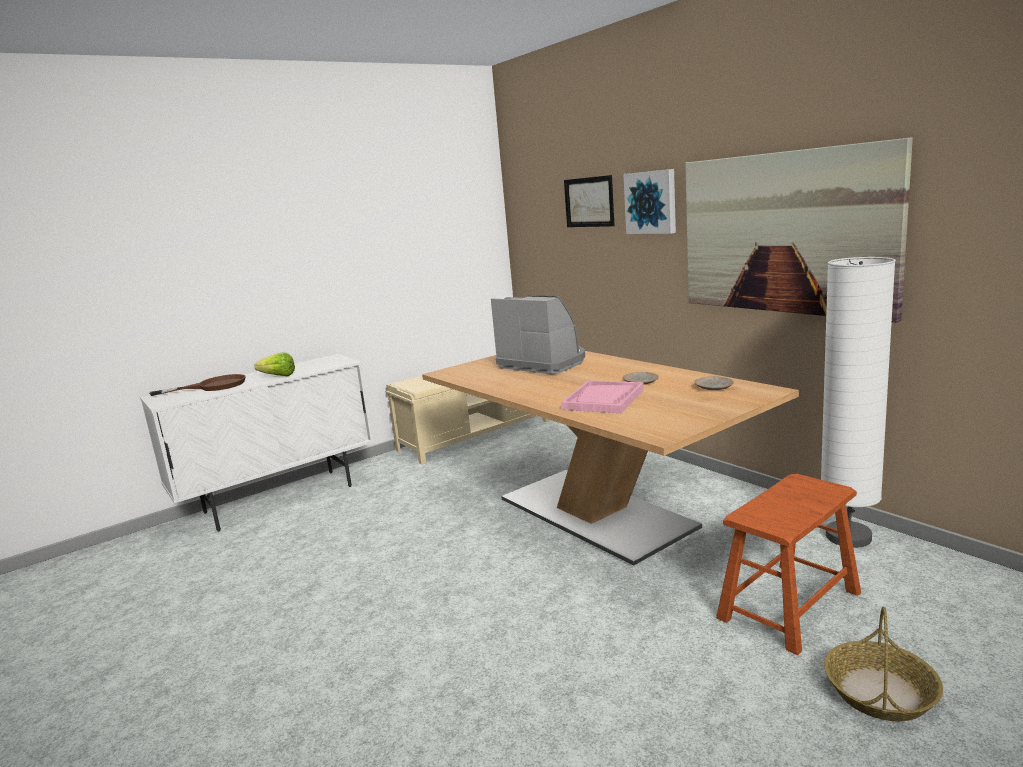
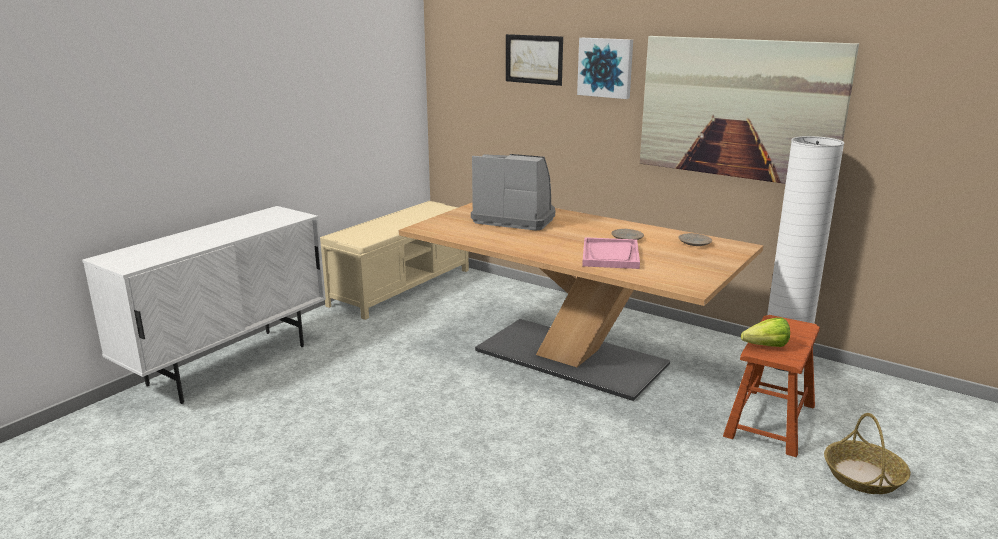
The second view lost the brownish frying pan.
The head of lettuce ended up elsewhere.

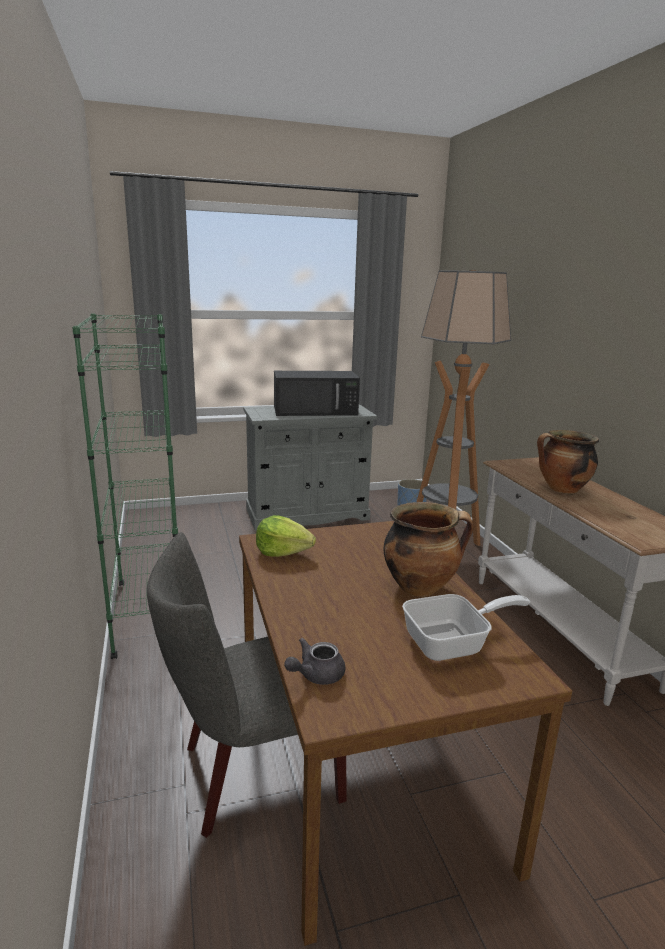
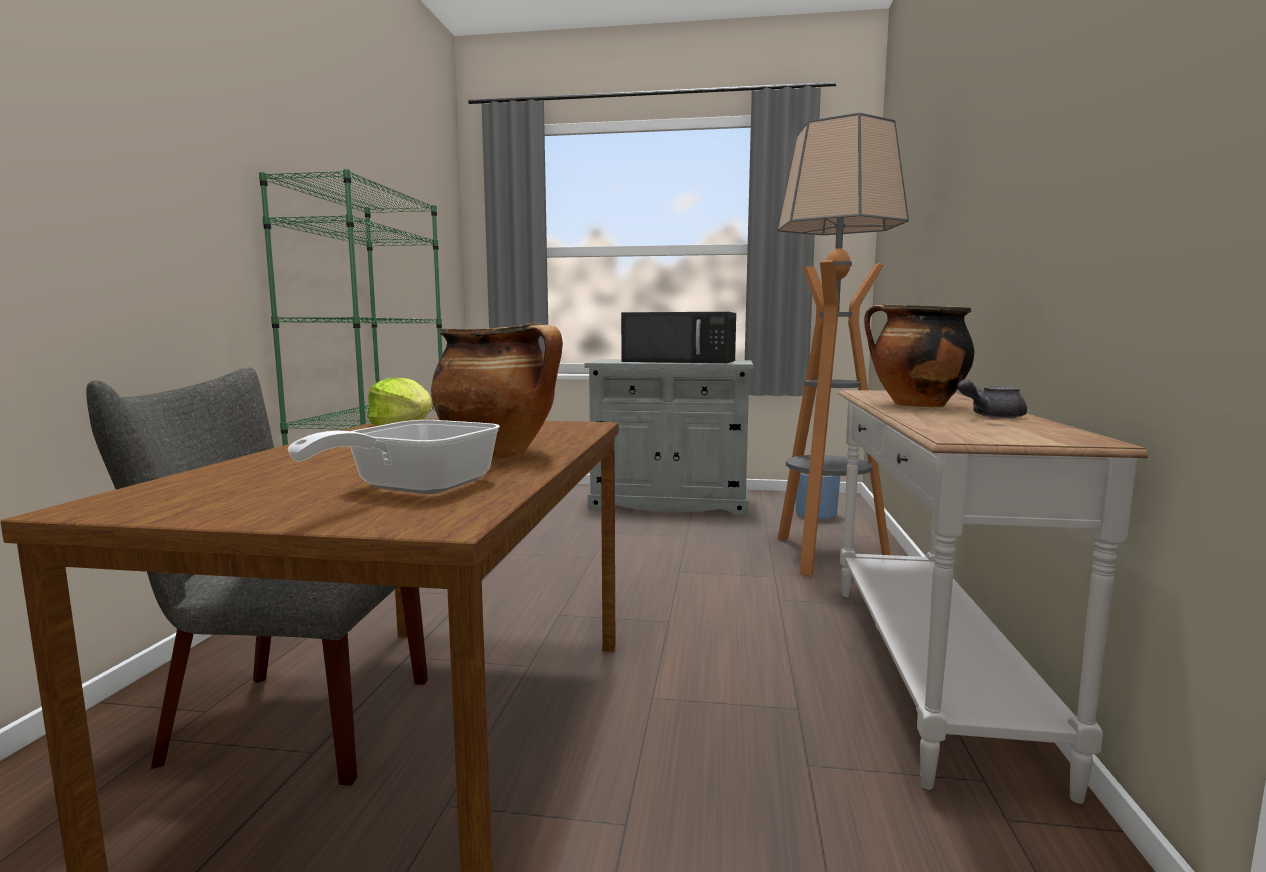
The gray teapot ended up elsewhere.
The frying pan ended up facing another way, 105 degrees clockwise from before.

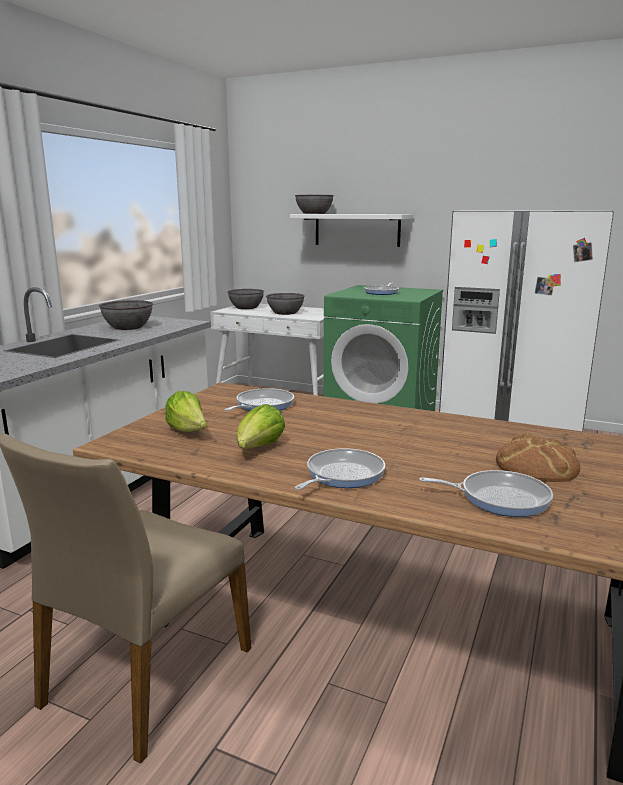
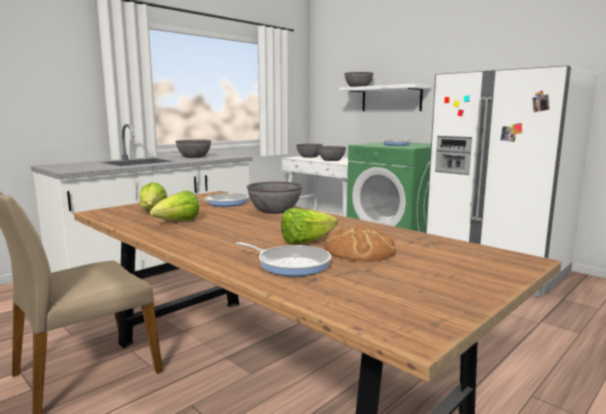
The second view lost the frying pan (no. 2 from left).
The second view gained the gray bowl (no. 2 from left).
The second view gained the head of lettuce (no. 3 from left).

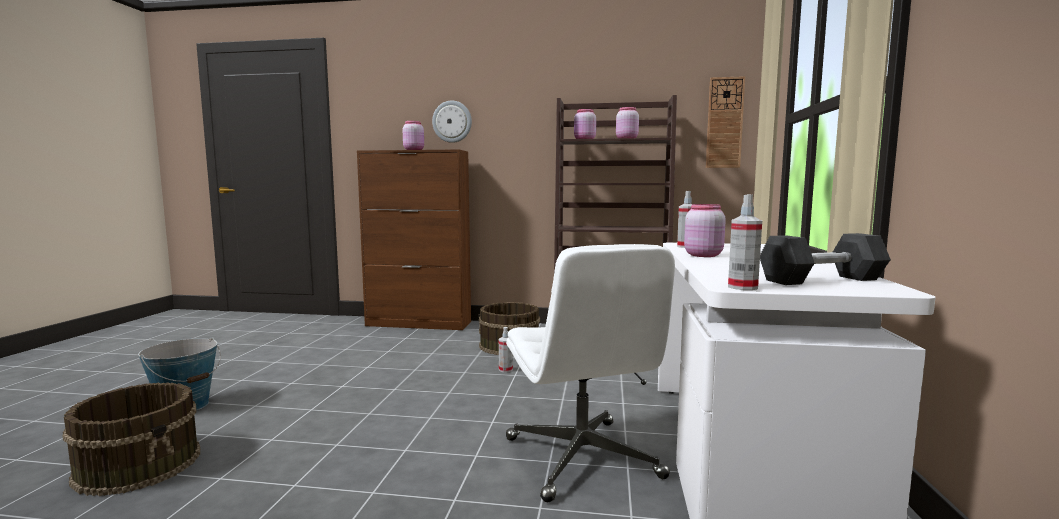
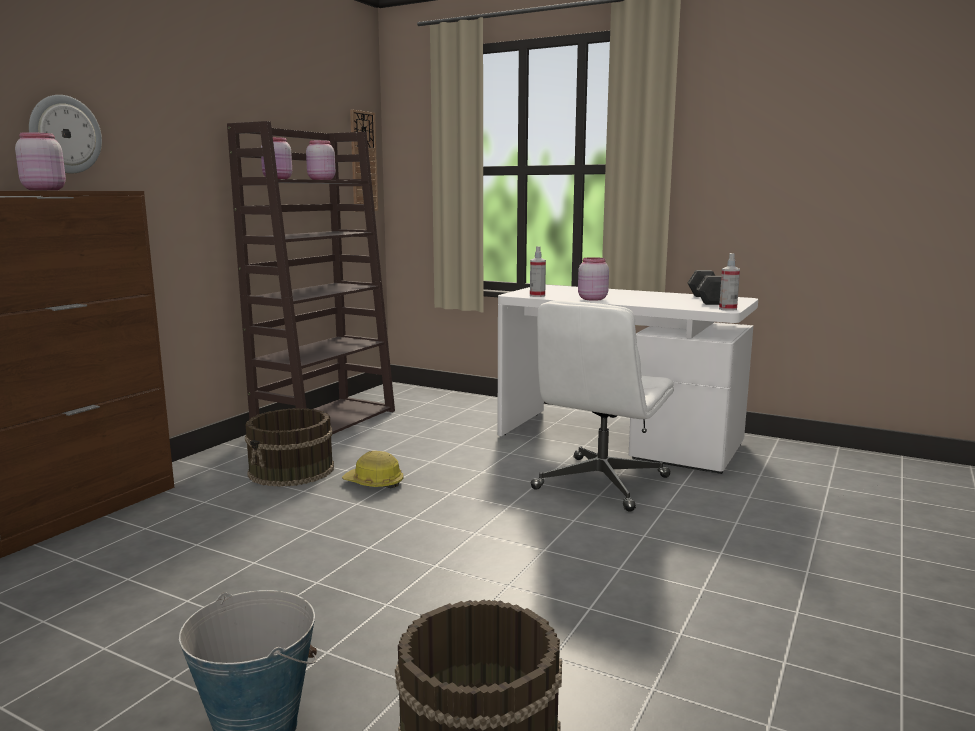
Where the hand sprayer (no. 1 from left) stood, the hard hat came to stand.
The whitish computer chair ended up facing another way, 120 degrees clockwise from before.

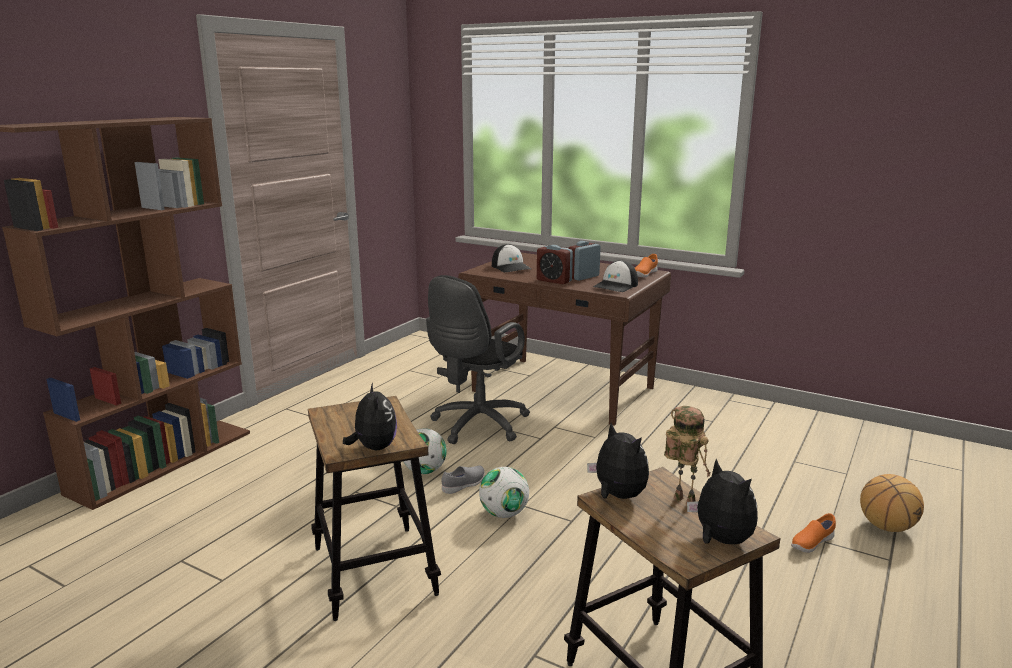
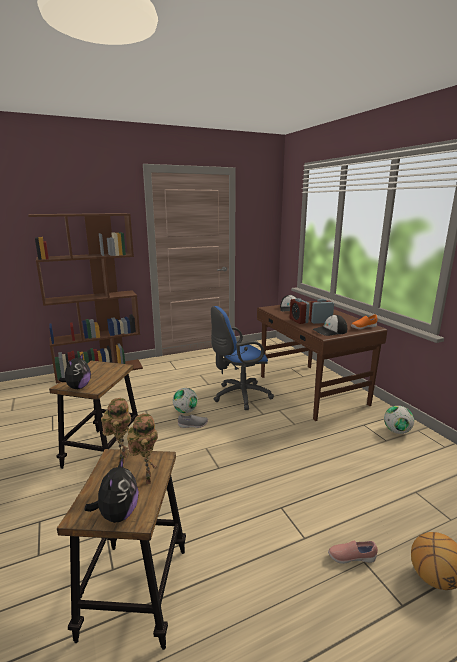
The football (no. 2 from left) ended up elsewhere.
Where the soft toy (no. 2 from left) stood, the robot figure (no. 1 from left) came to stand.
What was the blackish computer chair turned into the bluish computer chair.
What was the orange low shoe (no. 2 from left) turned into the pink low shoe.

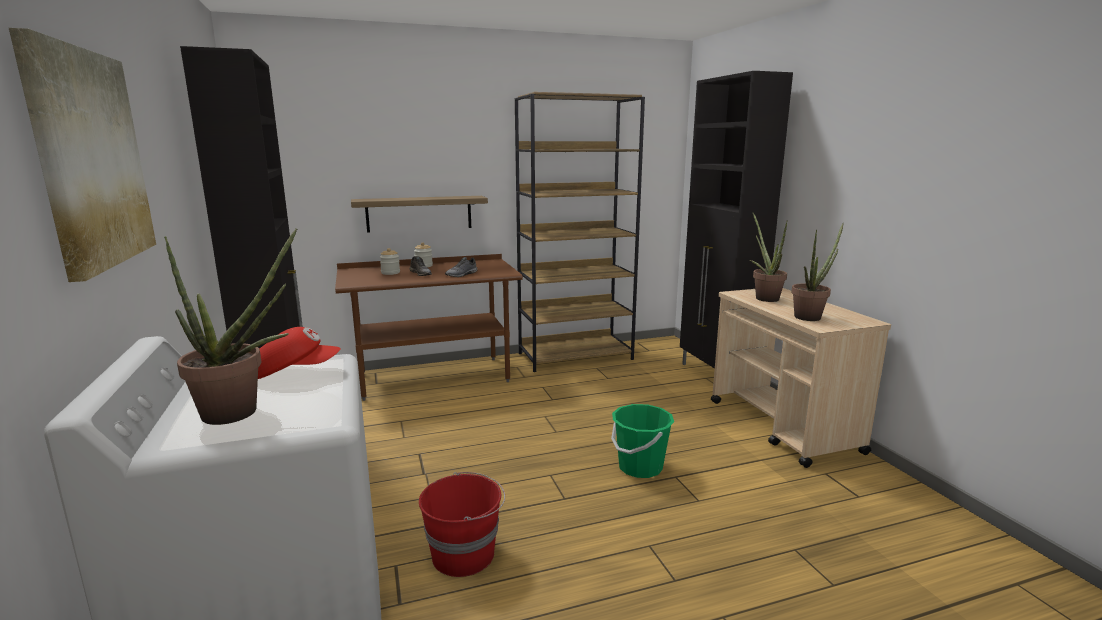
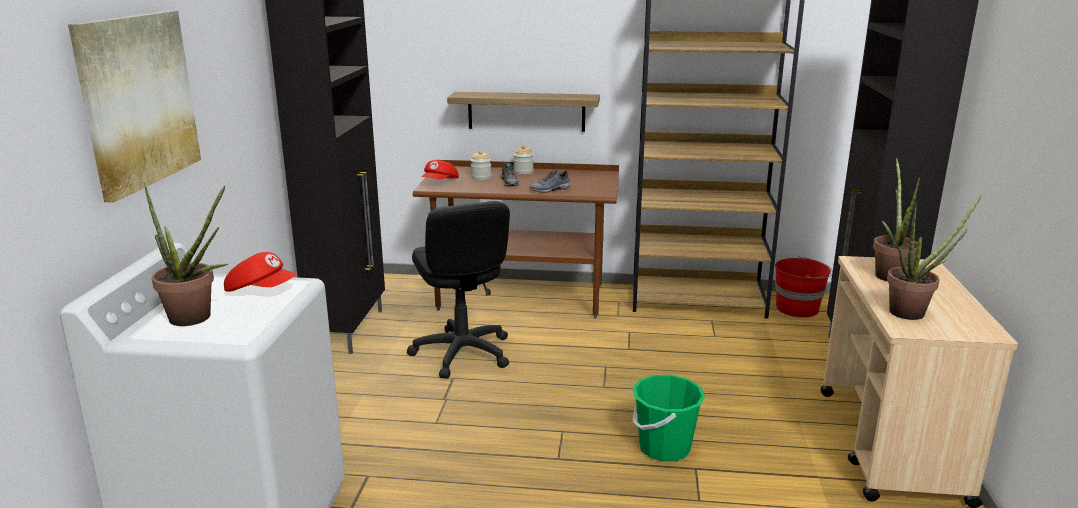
The second view gained the blackish computer chair.
The second view gained the reddish peaked cap (no. 2 from left).
The reddish pail ended up elsewhere.

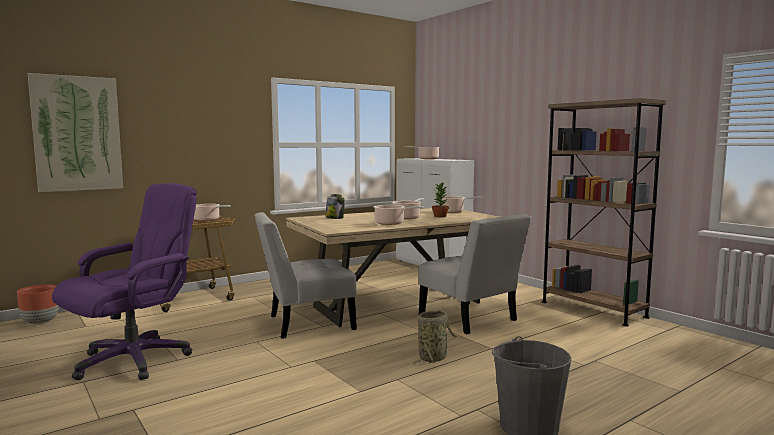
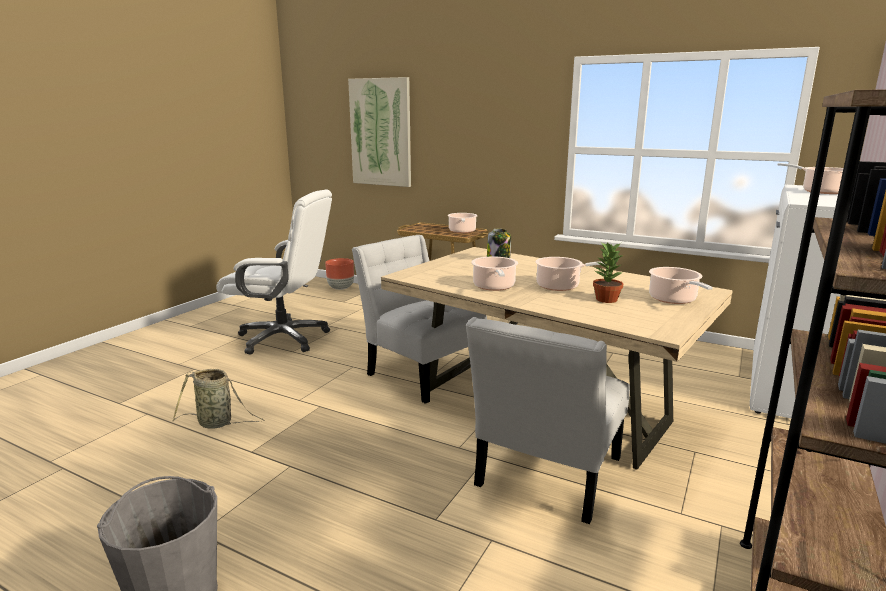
The basket ended up elsewhere.
What was the purple-coloured computer chair turned into the whitish computer chair.

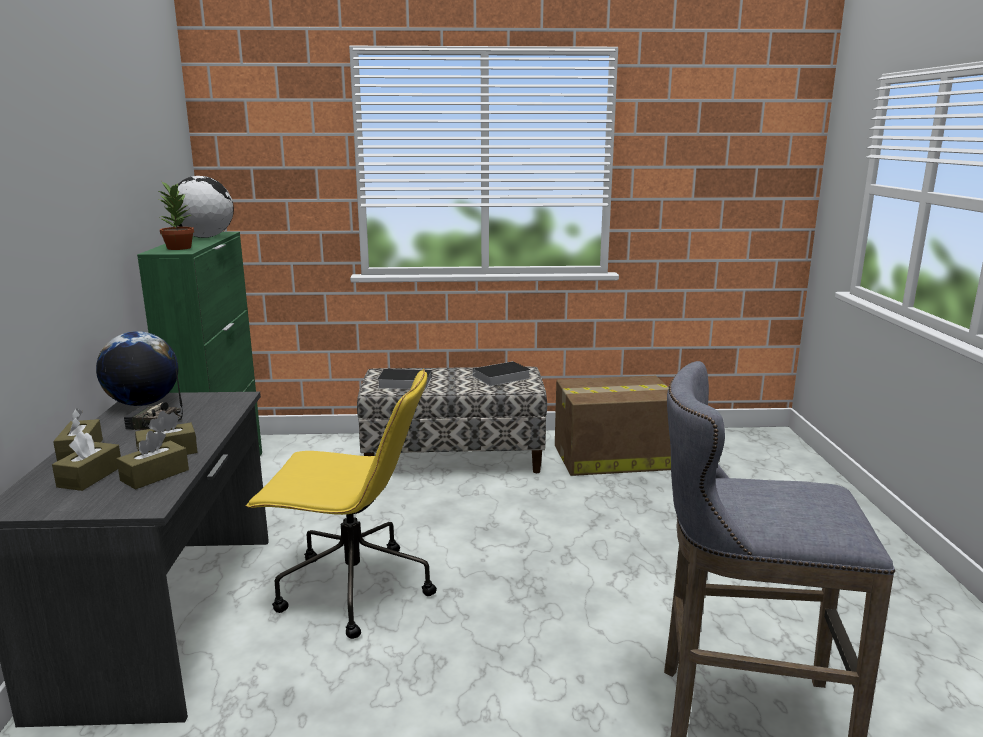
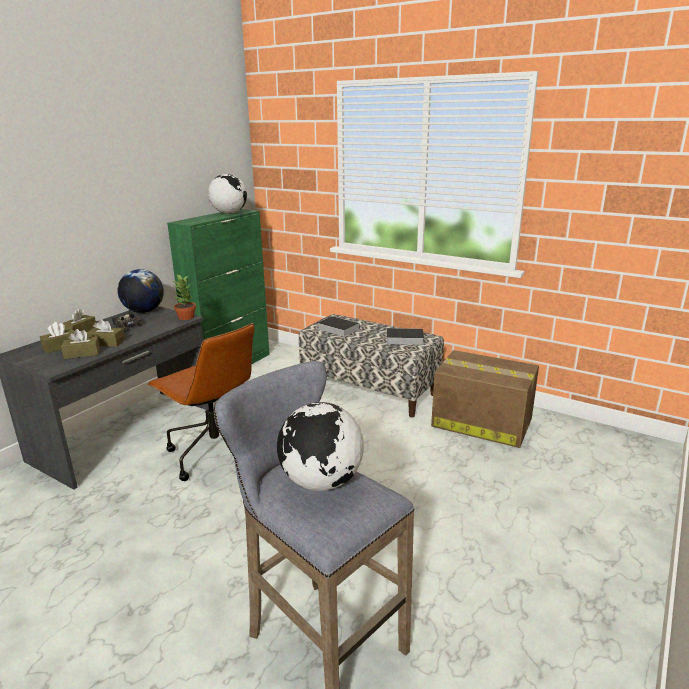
The second view gained the desk globe (no. 3 from left).
The houseplant ended up elsewhere.
What was the yellow computer chair turned into the brownish computer chair.

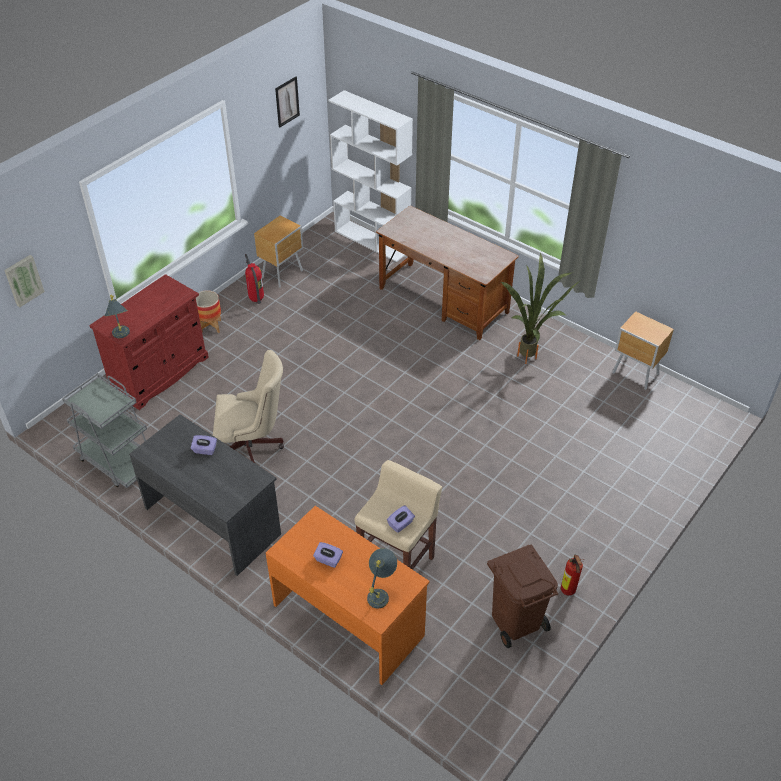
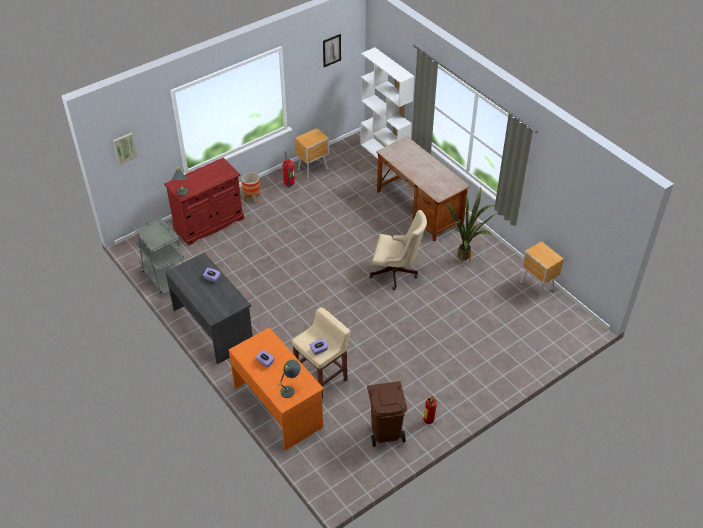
The beige computer chair ended up elsewhere.

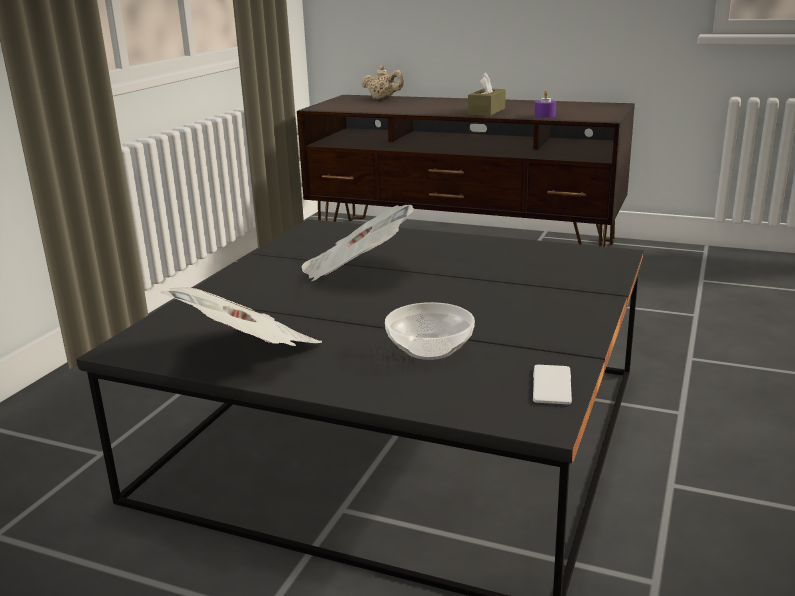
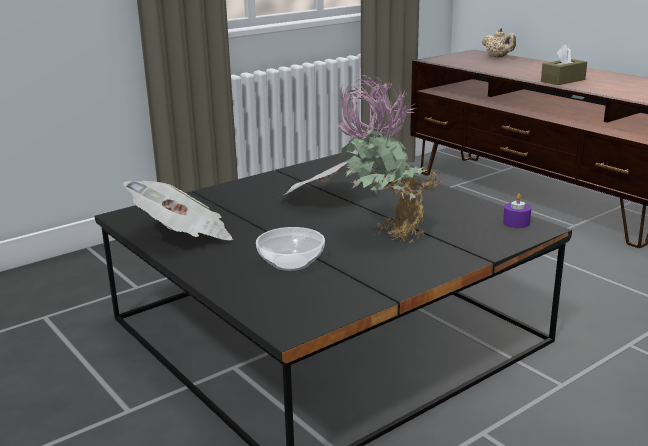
The second view lost the phone.
The second view gained the houseplant.
The purple-coloured wax light ended up elsewhere.

